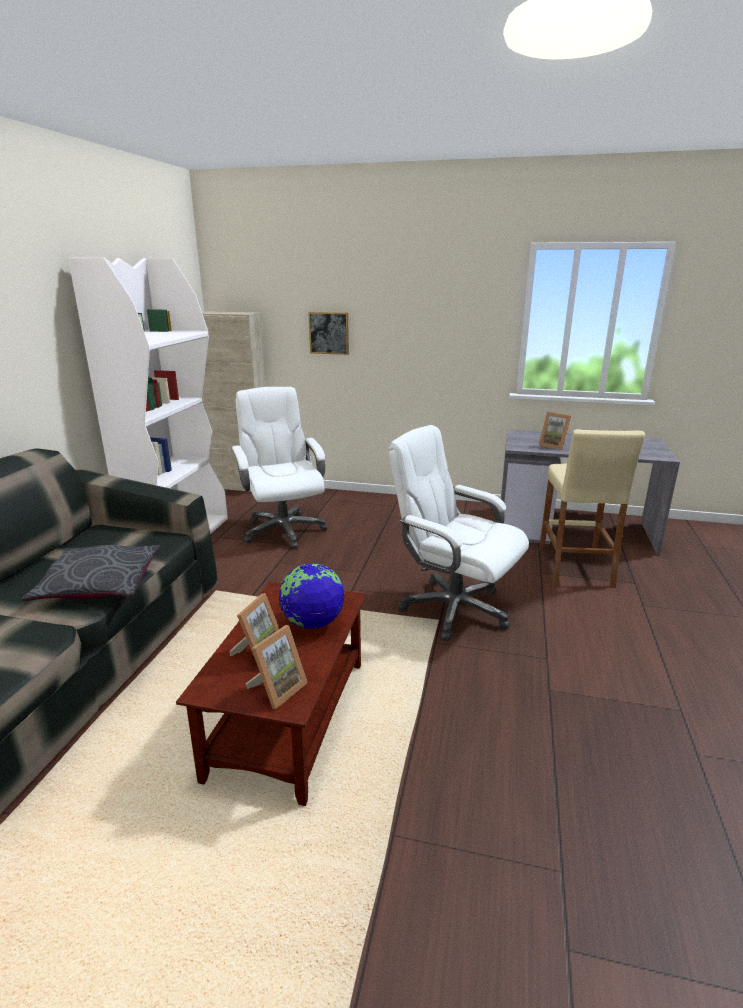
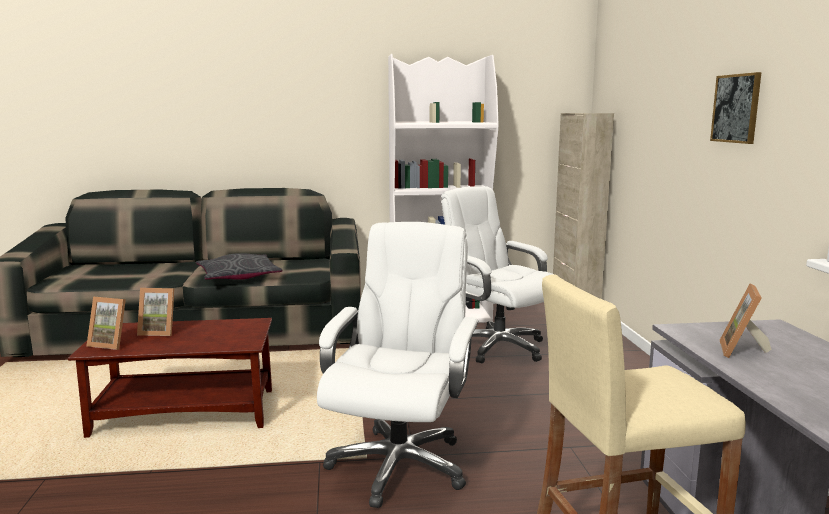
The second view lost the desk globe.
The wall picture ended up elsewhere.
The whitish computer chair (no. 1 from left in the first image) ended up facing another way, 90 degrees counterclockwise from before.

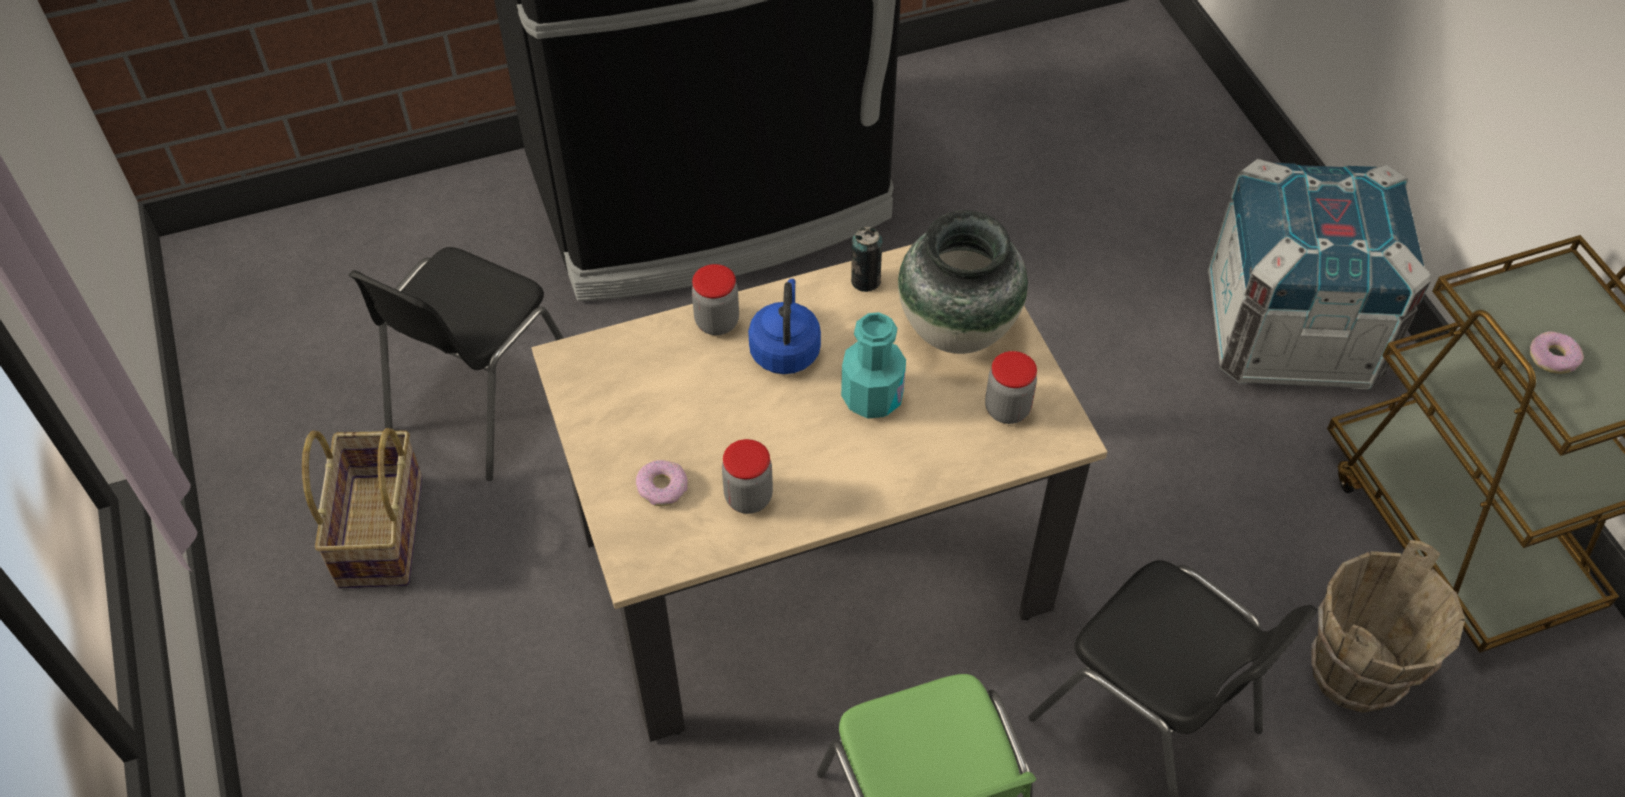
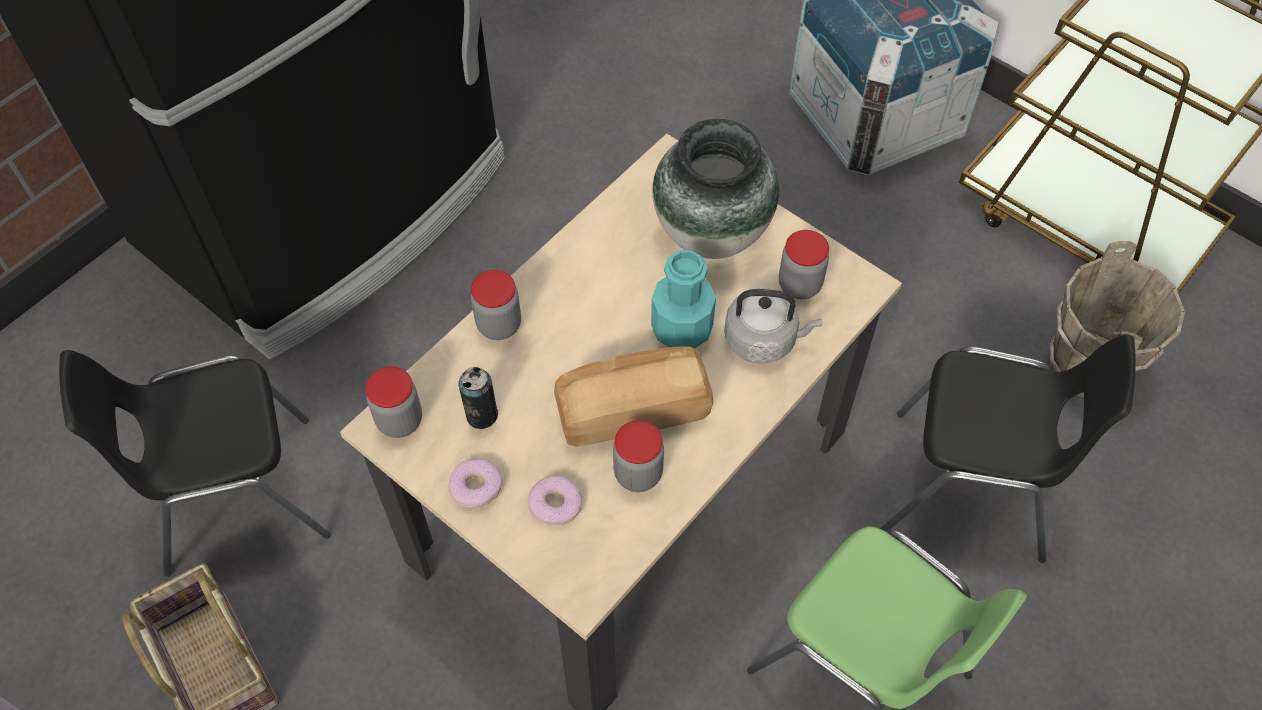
The second view lost the bluish tea kettle.
The second view gained the storage jar (no. 1 from left).
The second view gained the bread.
The second view gained the gray tea kettle.
The metal can ended up elsewhere.
The ring doughnut (no. 2 from left in the first image) ended up elsewhere.
The blackish chair (no. 1 from left) ended up facing another way, 75 degrees clockwise from before.

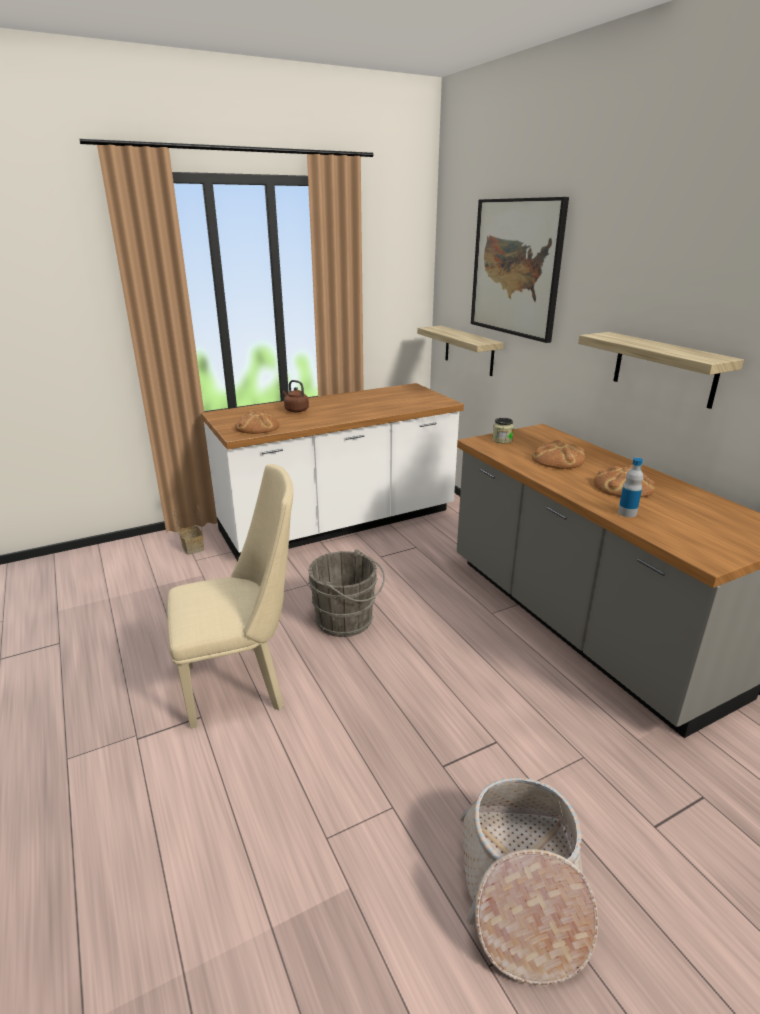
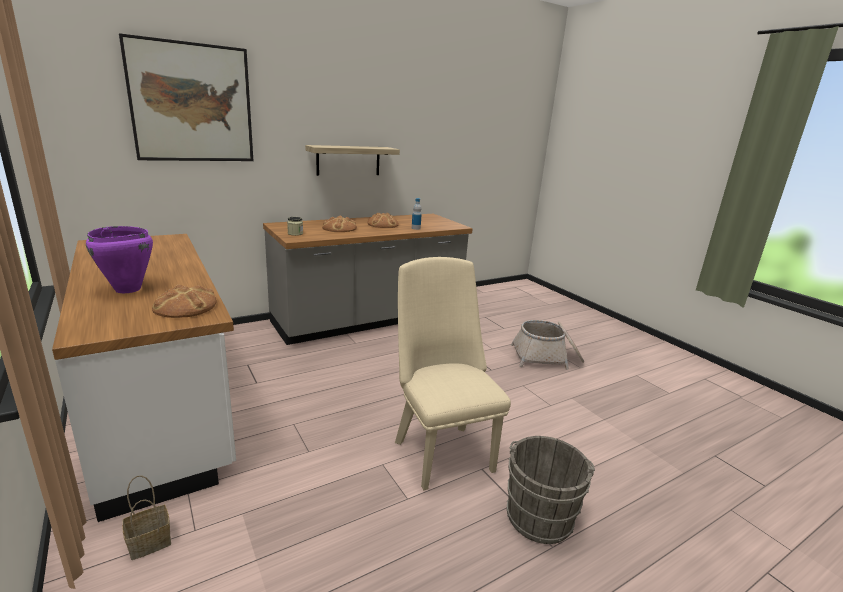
The second view lost the wall shelf (no. 1 from left).
The gray pail ended up elsewhere.
Where the brownish tea kettle stood, the purple-coloured saucepot came to stand.

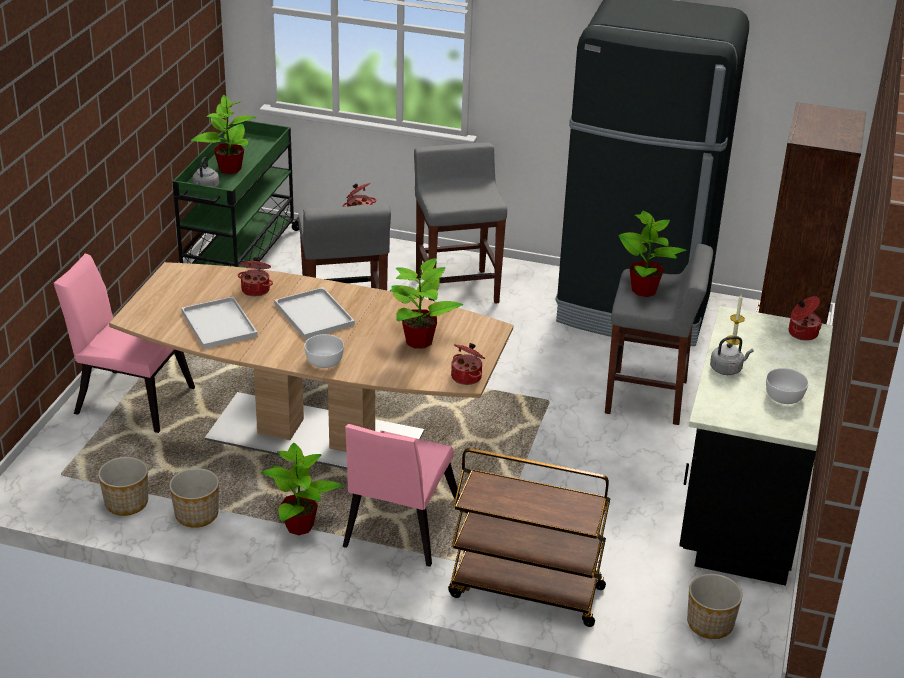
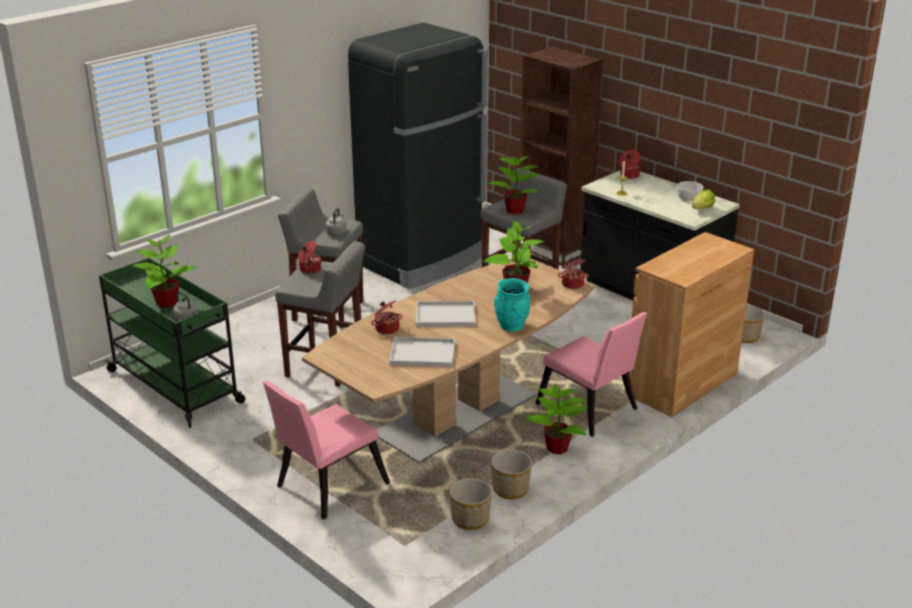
The second view gained the head of lettuce.
The gray tea kettle (no. 2 from left) ended up elsewhere.
Where the whitish bowl (no. 1 from left) stood, the turquoise-coloured flower vase came to stand.
Where the brownish wheeled cart stood, the brownish cupboard came to stand.

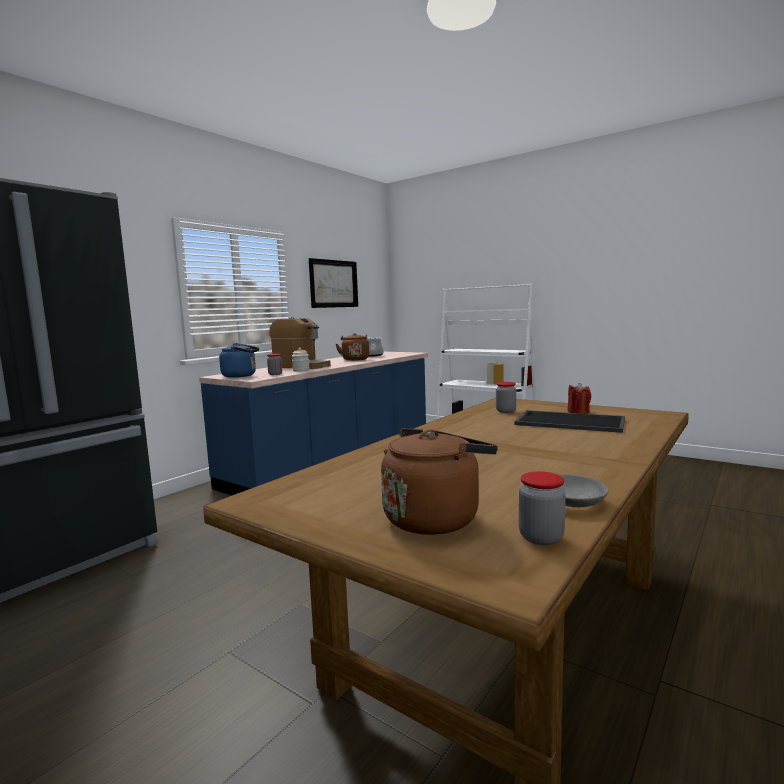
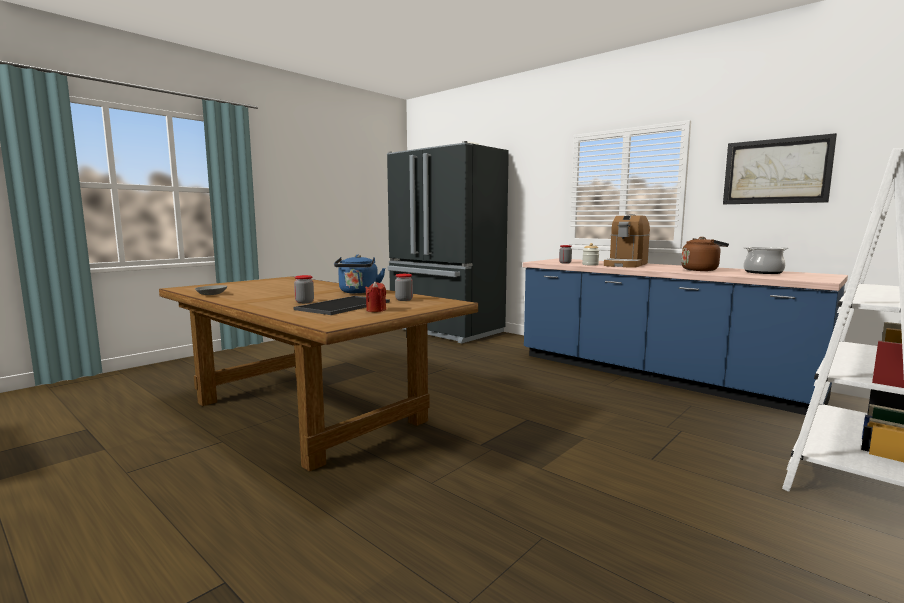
The second view lost the brownish tea kettle (no. 2 from left).
The bluish tea kettle ended up elsewhere.
The storage jar (no. 4 from left in the first image) ended up elsewhere.

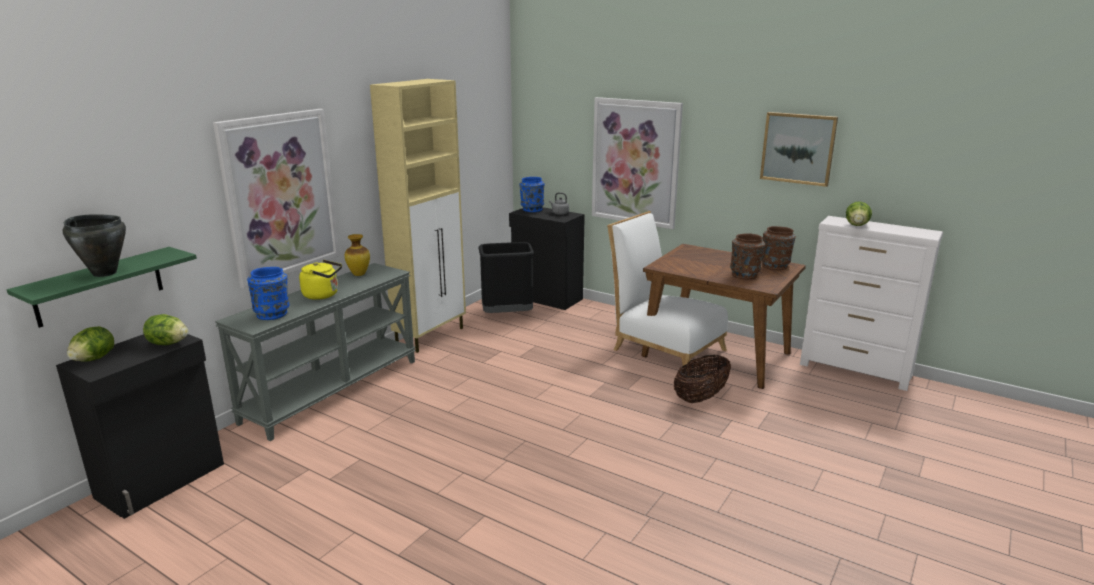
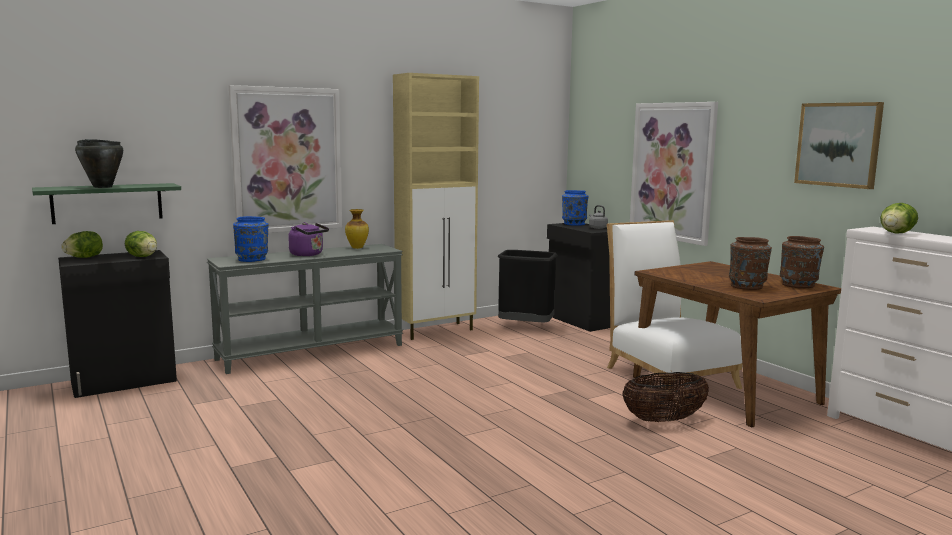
What was the yellow tea kettle turned into the purple-coloured tea kettle.

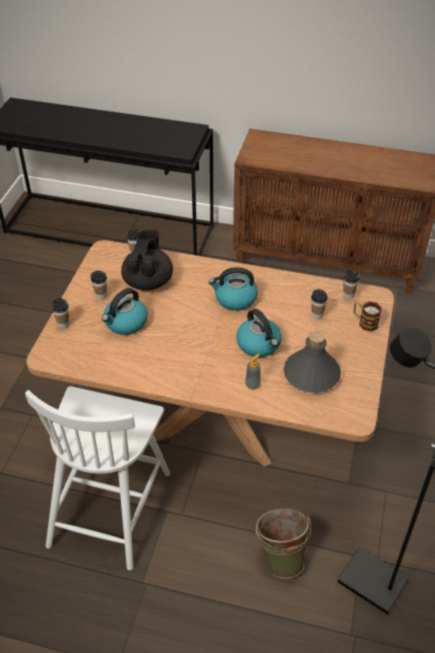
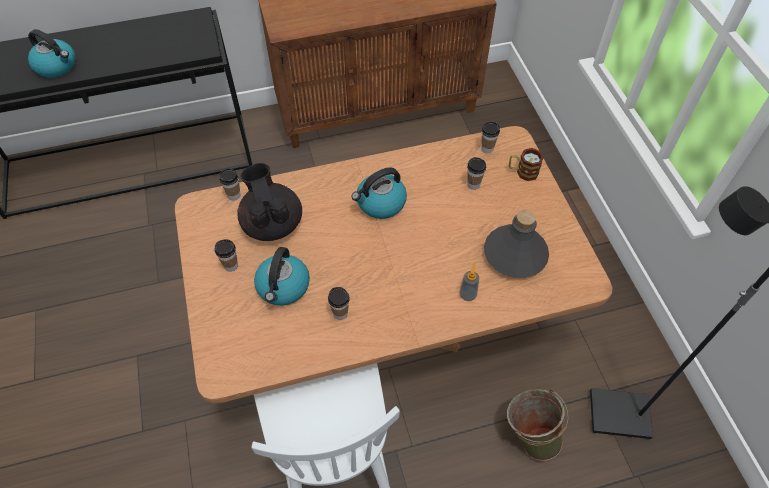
The small cup (no. 1 from left in the first image) ended up elsewhere.
The tea kettle (no. 3 from left in the first image) ended up elsewhere.

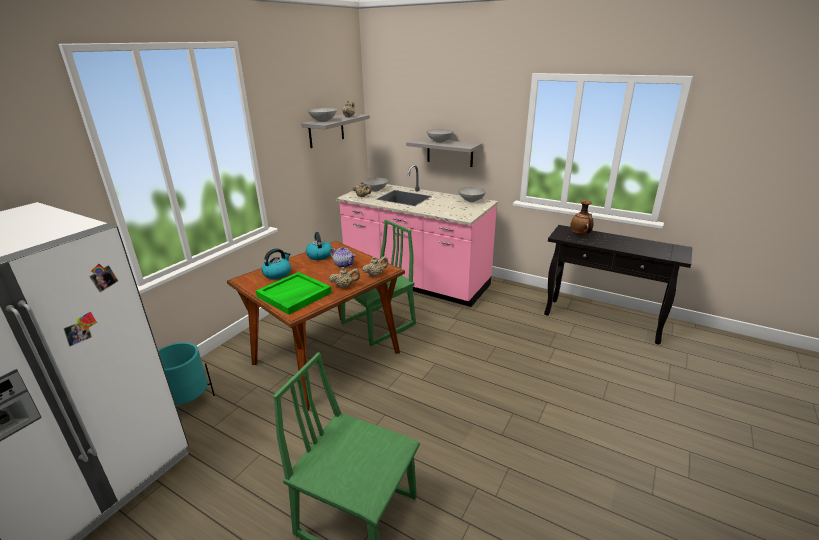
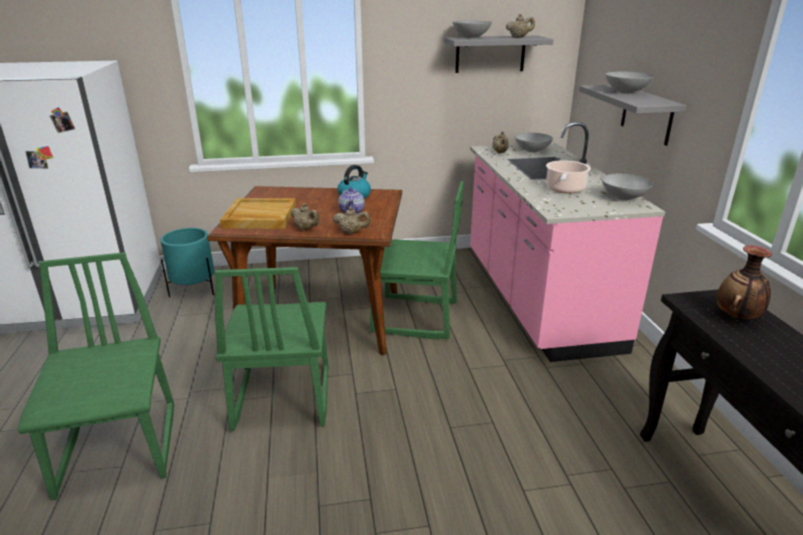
The second view lost the tea kettle (no. 1 from left).
The second view gained the green chair (no. 2 from left).
The second view gained the saucepot.
What was the green carrying tray turned into the beige carrying tray.

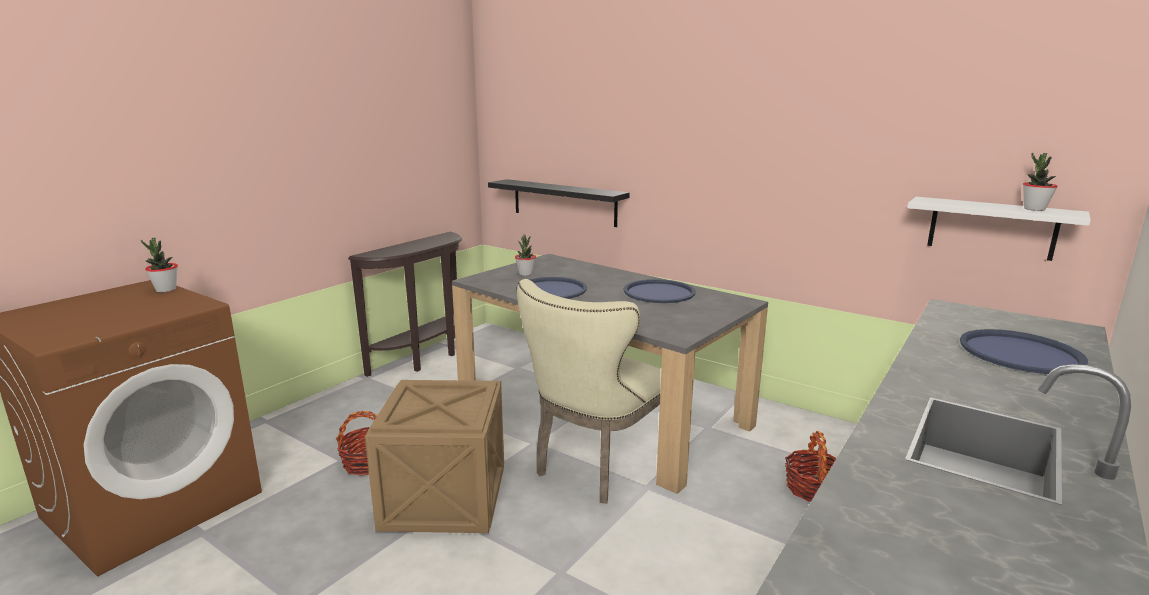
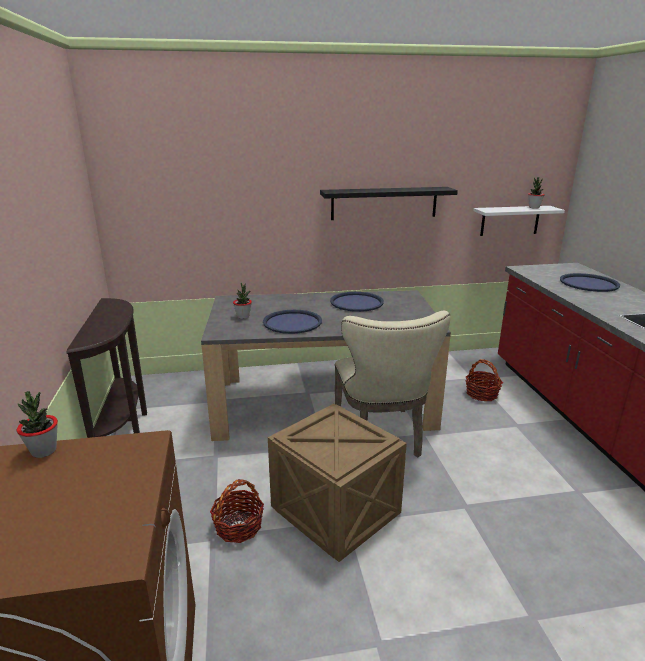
The blackish wall shelf ended up elsewhere.

